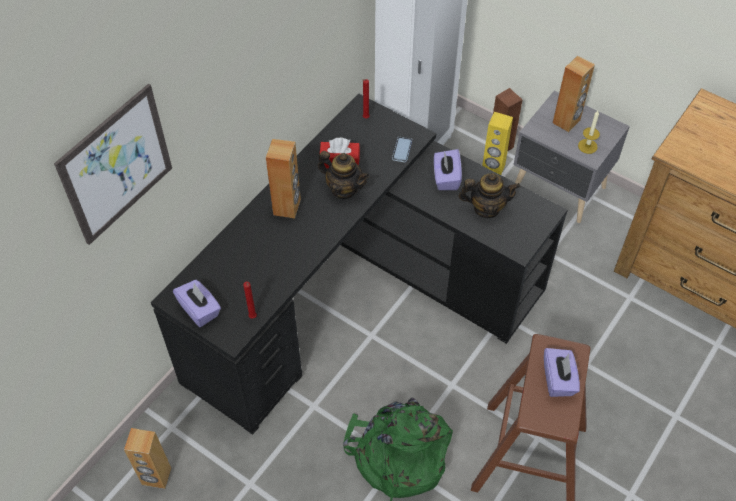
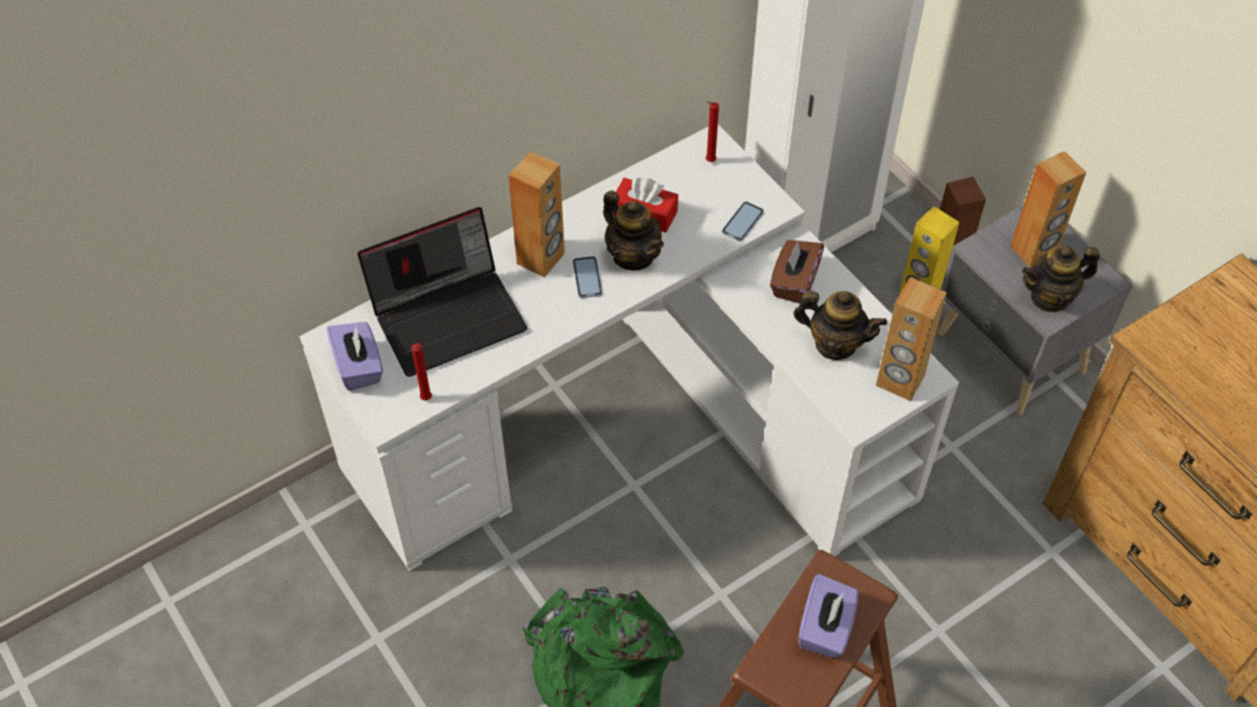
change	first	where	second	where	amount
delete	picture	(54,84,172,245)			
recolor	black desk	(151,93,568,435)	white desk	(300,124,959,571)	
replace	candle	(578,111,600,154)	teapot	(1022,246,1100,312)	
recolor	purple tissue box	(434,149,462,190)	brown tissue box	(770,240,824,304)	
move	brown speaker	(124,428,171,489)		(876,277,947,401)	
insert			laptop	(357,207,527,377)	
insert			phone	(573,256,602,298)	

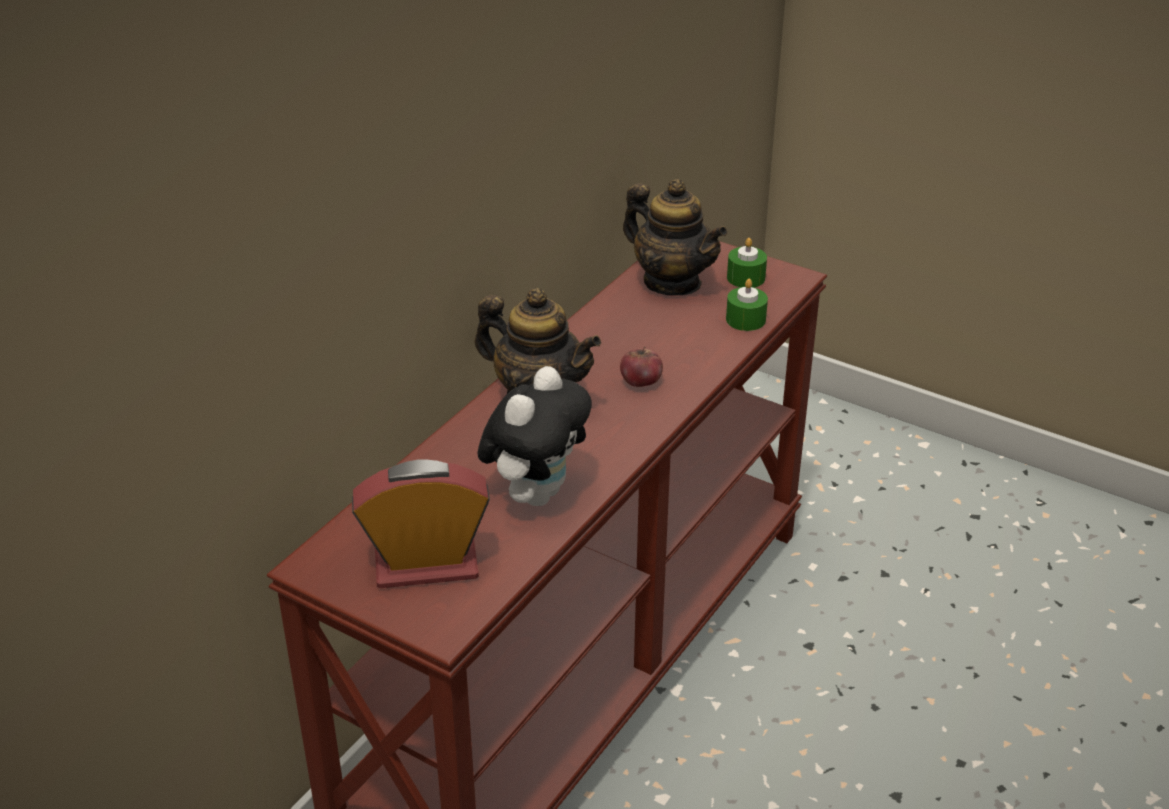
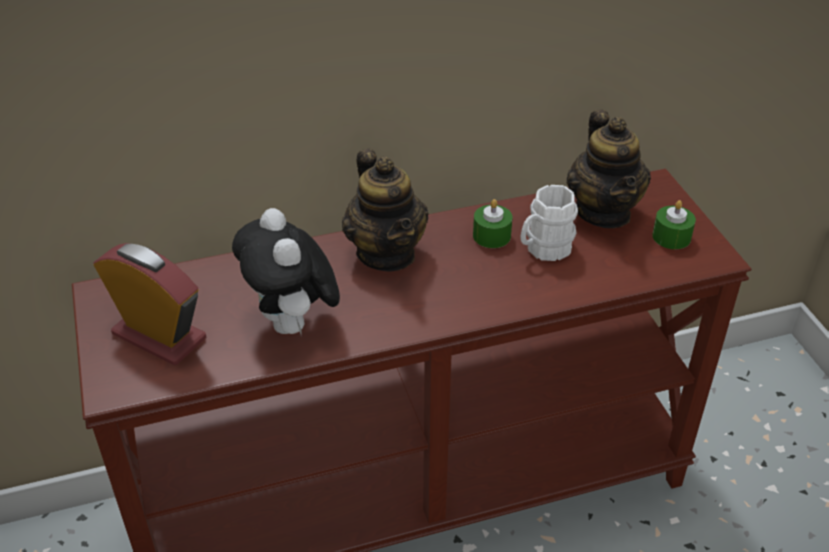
change	first	where	second	where	amount
move	green candle	(726,279,768,331)		(473,199,512,248)	
delete	apple	(620,347,663,387)			
rotate	plush toy	(477,366,592,506)		(232,208,340,334)	90 degrees clockwise
insert			white mug	(520,185,578,261)	

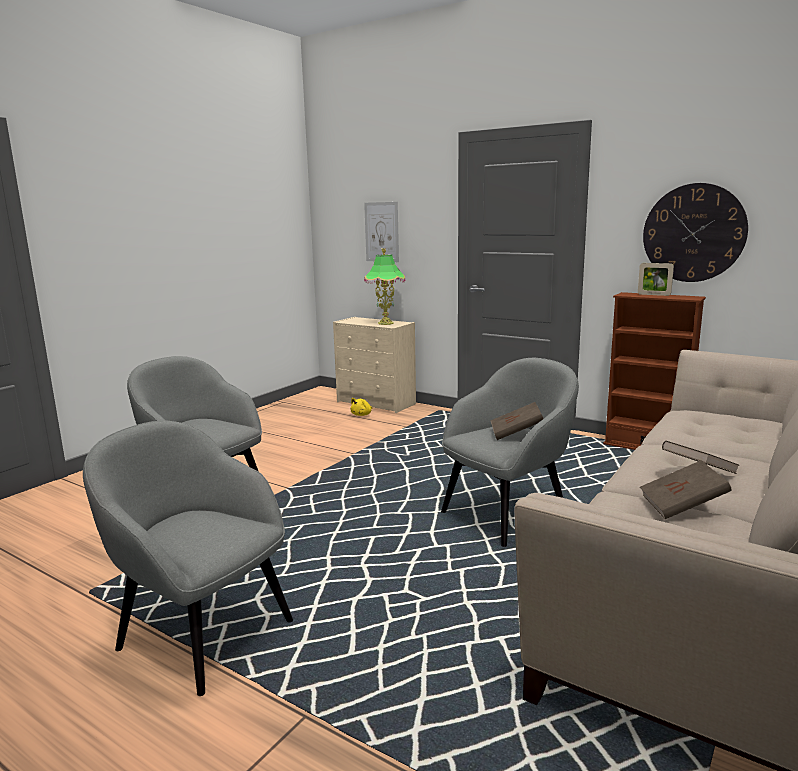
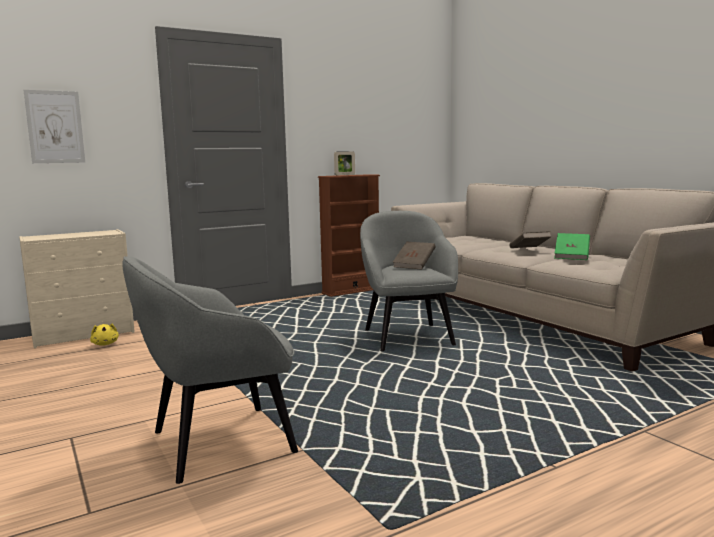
change	first	where	second	where	amount
delete	wall clock	(643,183,748,282)			
delete	table lamp	(364,248,405,325)			
delete	grey armchair	(83,421,293,696)			
recolor	brown book	(640,460,732,519)	green book	(554,233,590,260)	

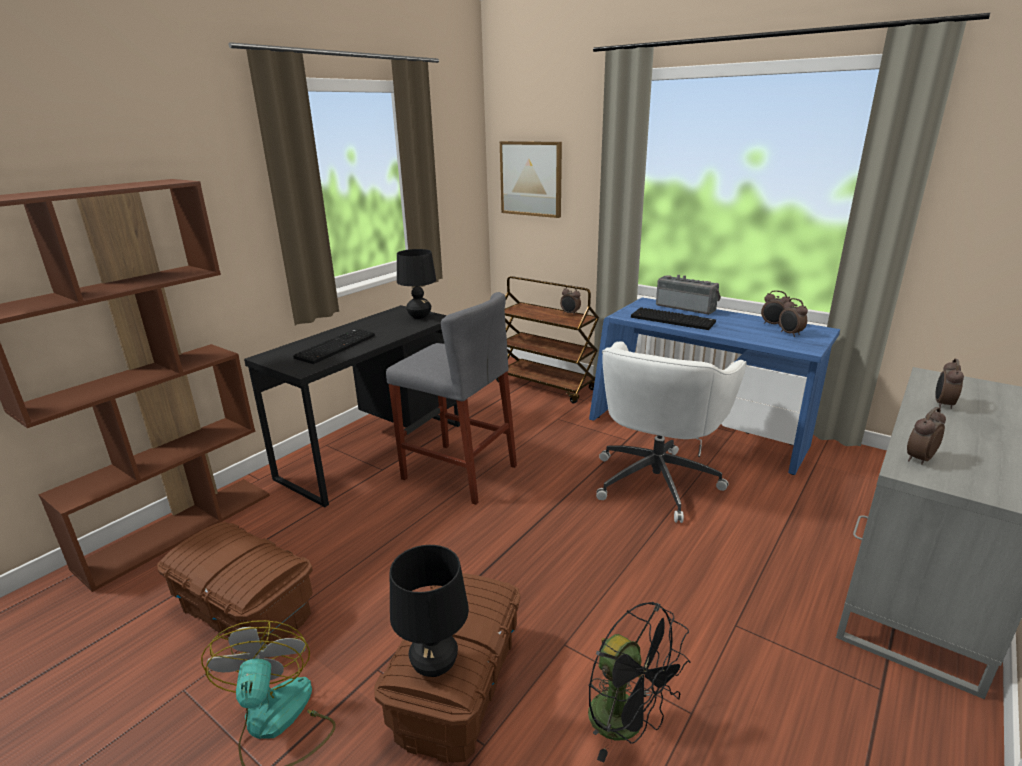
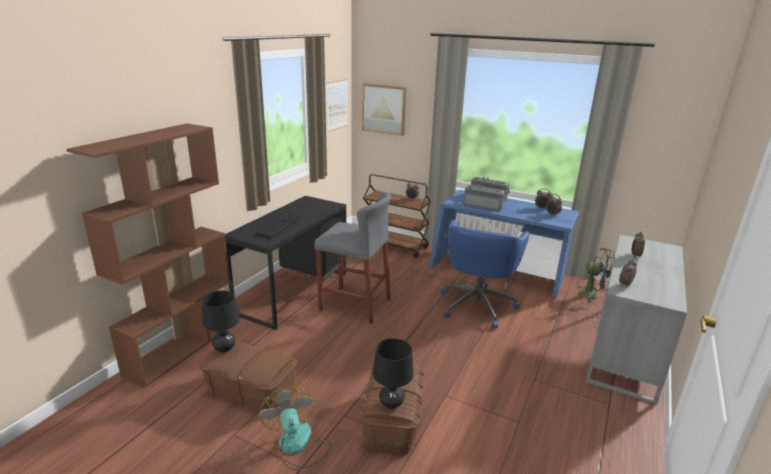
change	first	where	second	where	amount
move	black table lamp	(397,249,436,319)		(202,291,240,353)	
replace	keyboard	(631,307,716,330)	radio	(464,185,505,211)	
recolor	white office chair	(596,341,747,523)	blue office chair	(441,220,530,328)	
move	black fan	(588,602,690,763)		(576,248,614,303)	
insert			picture	(327,79,348,132)	

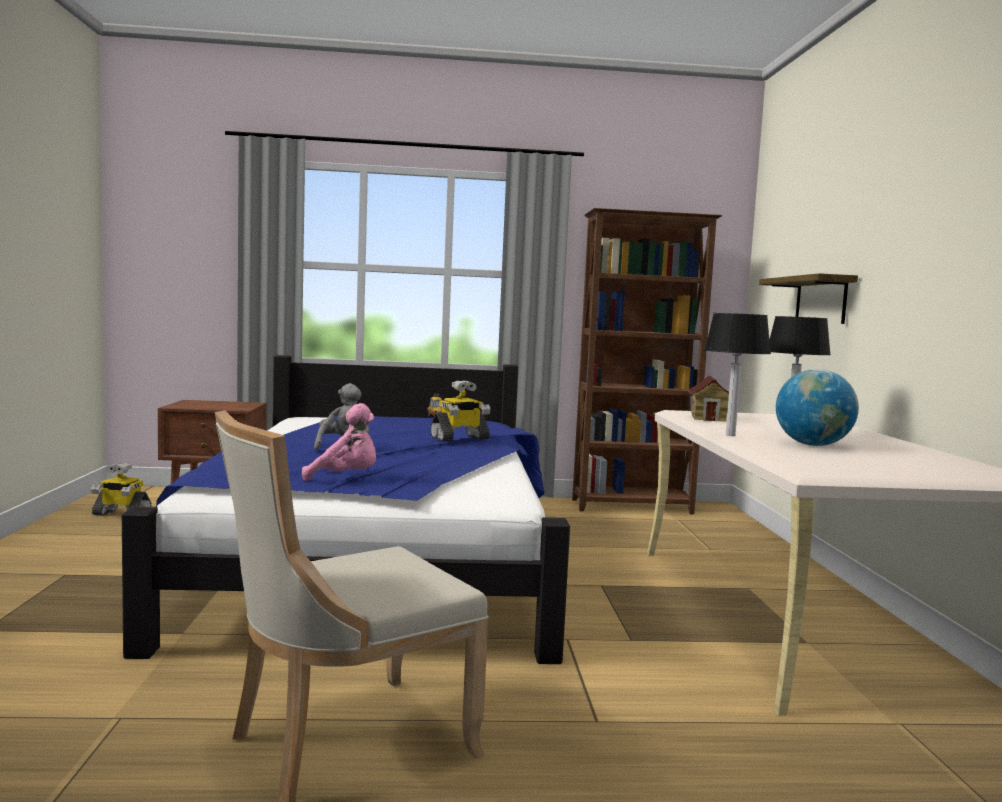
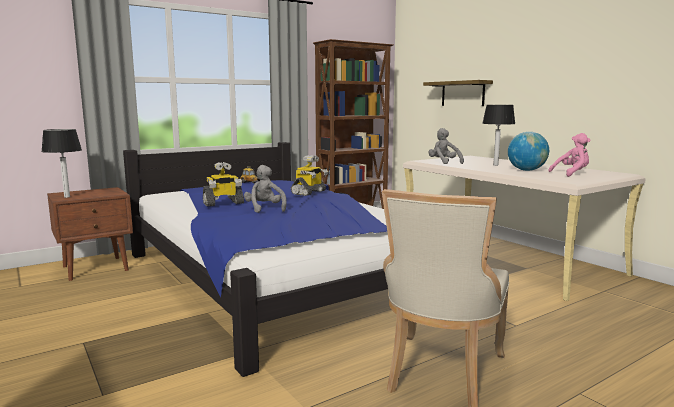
change	first	where	second	where	amount
move	table lamp	(704,313,771,436)		(41,129,82,198)	
replace	toy house	(687,375,729,422)	grey plush toy	(429,128,464,164)	
move	pink plush toy	(302,403,376,481)		(548,133,591,177)	
move	toy robot	(91,463,152,516)		(203,162,244,206)	

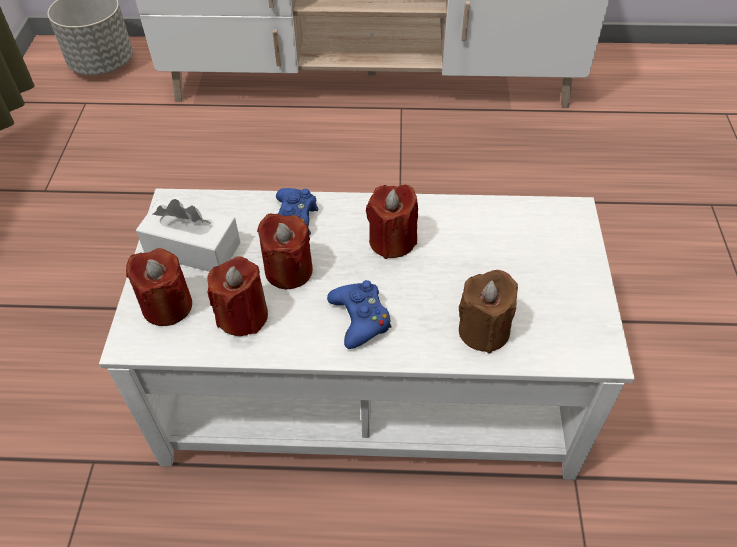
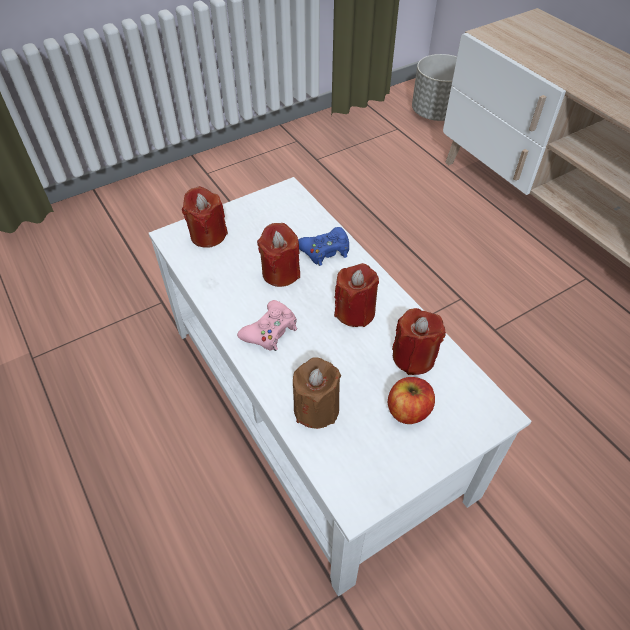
change	first	where	second	where	amount
delete	white tissue box	(136,199,241,272)			
move	red candle	(207,256,268,336)		(392,308,446,375)	
recolor	blue game controller	(327,280,392,349)	pink game controller	(237,300,297,351)	
insert			apple	(388,377,435,424)	

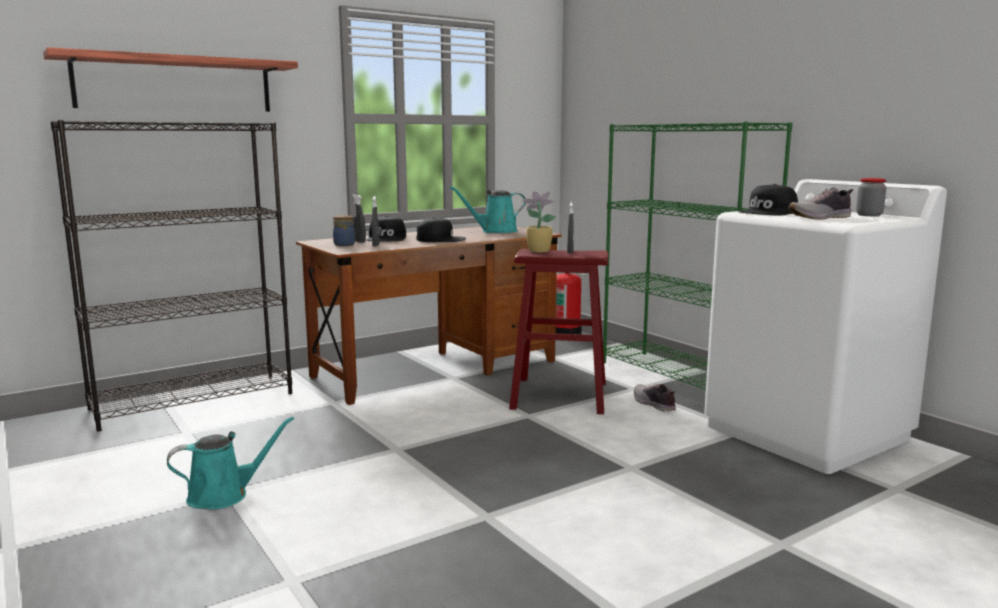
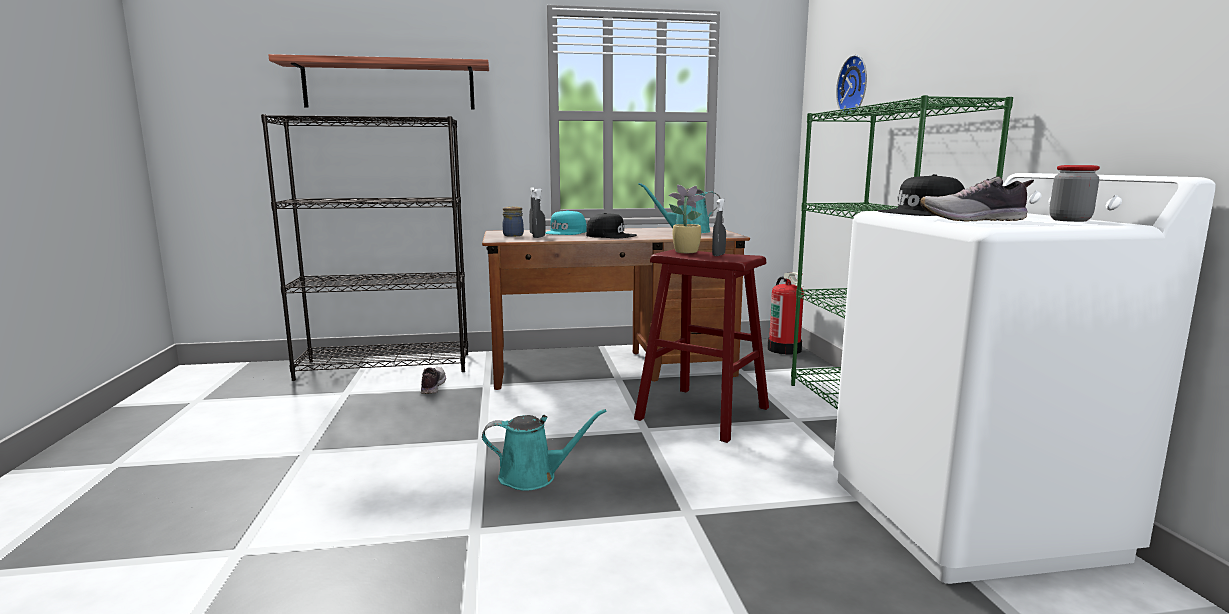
change	first	where	second	where	amount
recolor	black cap	(366,216,406,242)	turquoise cap	(545,210,587,235)	
move	shoe	(634,384,676,412)		(421,367,446,394)	
move	turquoise watering can	(167,416,294,509)		(482,409,606,491)	
insert			wall clock	(836,55,867,113)	

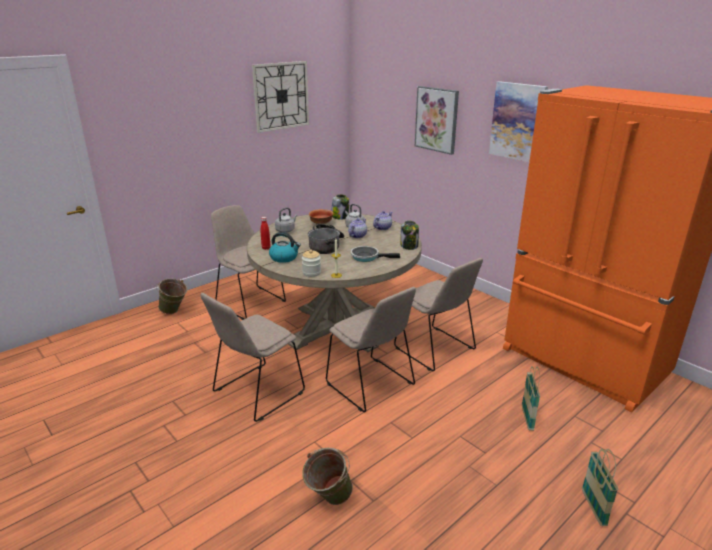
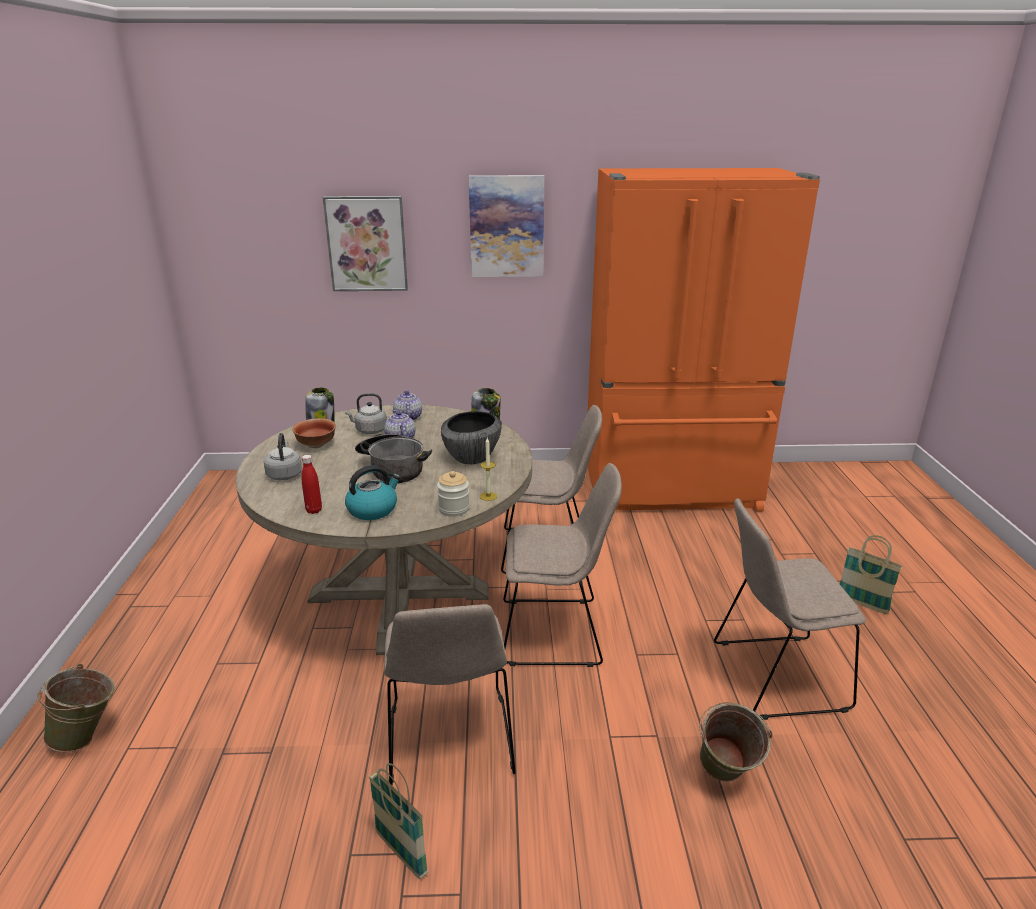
change	first	where	second	where	amount
delete	wall clock	(252,61,309,133)			
move	beige chair	(211,205,286,320)		(714,498,866,720)	
replace	frying pan	(351,246,400,262)	bowl	(441,411,502,464)	
move	basket	(522,366,540,431)		(369,763,428,879)	

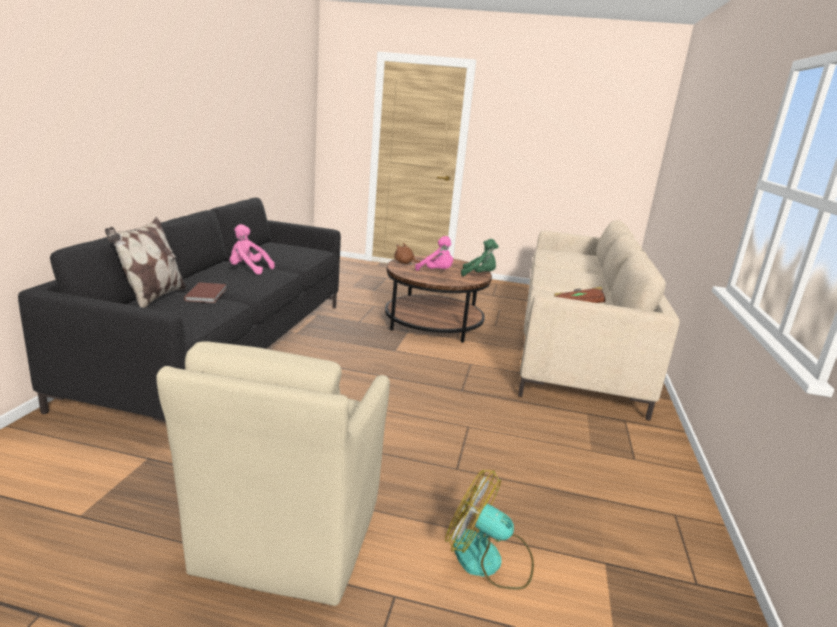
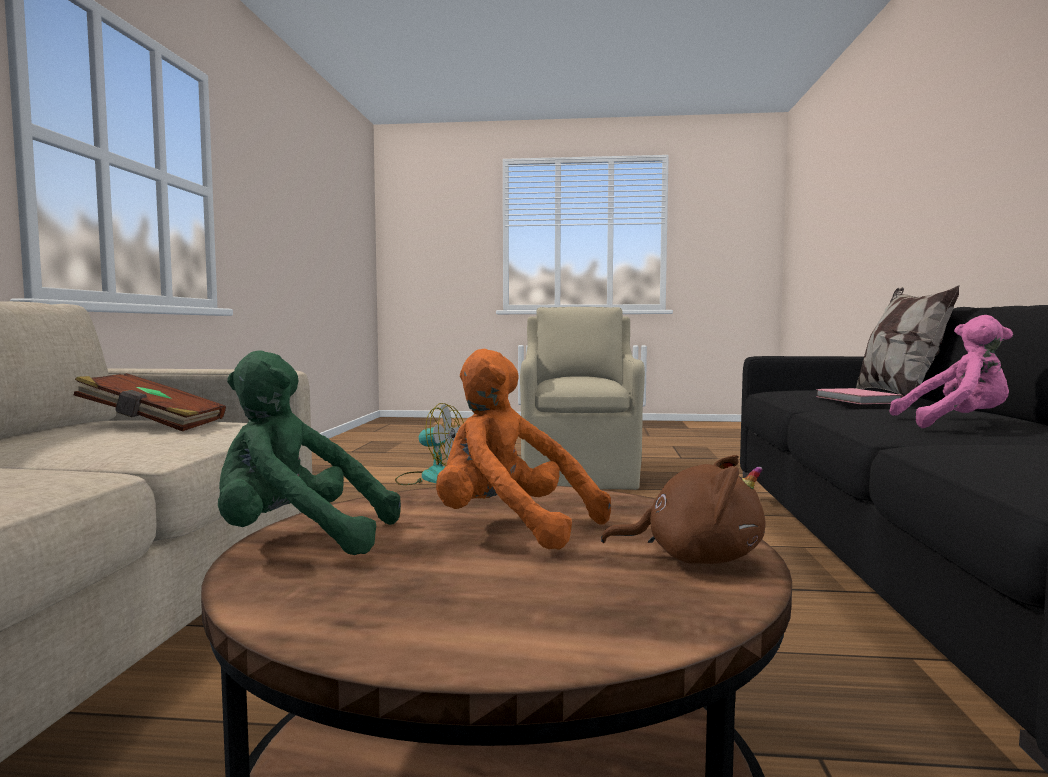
change	first	where	second	where	amount
recolor	pink plush toy	(415,236,453,271)	orange plush toy	(436,349,611,550)	
recolor	brown book	(184,282,226,303)	pink book	(816,388,903,404)	

